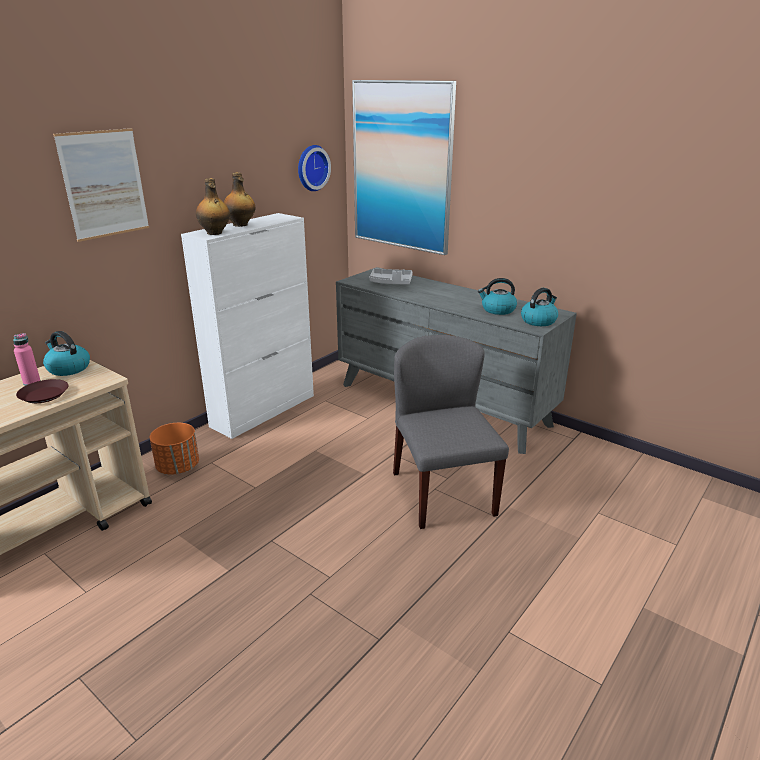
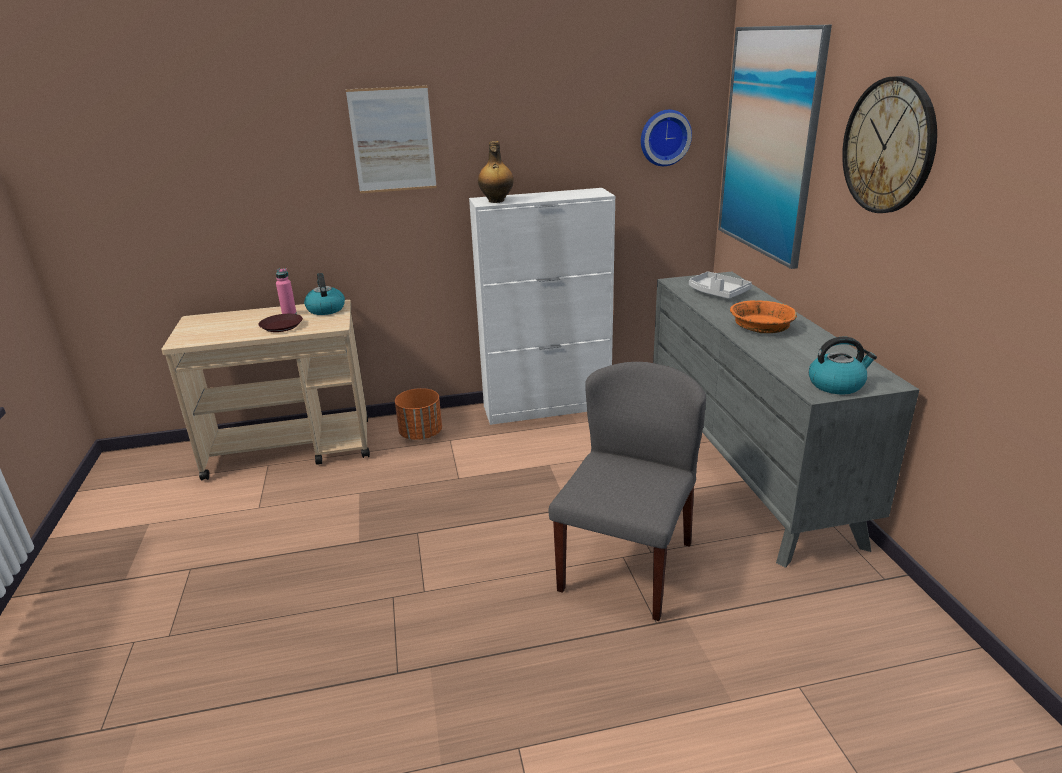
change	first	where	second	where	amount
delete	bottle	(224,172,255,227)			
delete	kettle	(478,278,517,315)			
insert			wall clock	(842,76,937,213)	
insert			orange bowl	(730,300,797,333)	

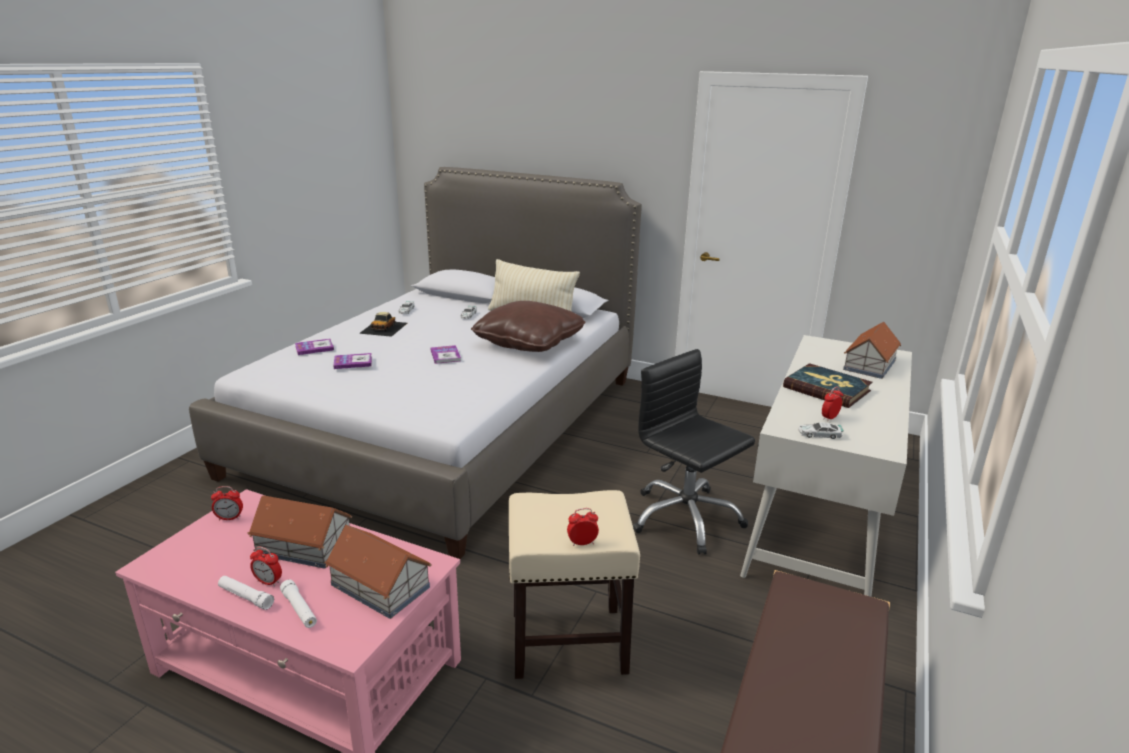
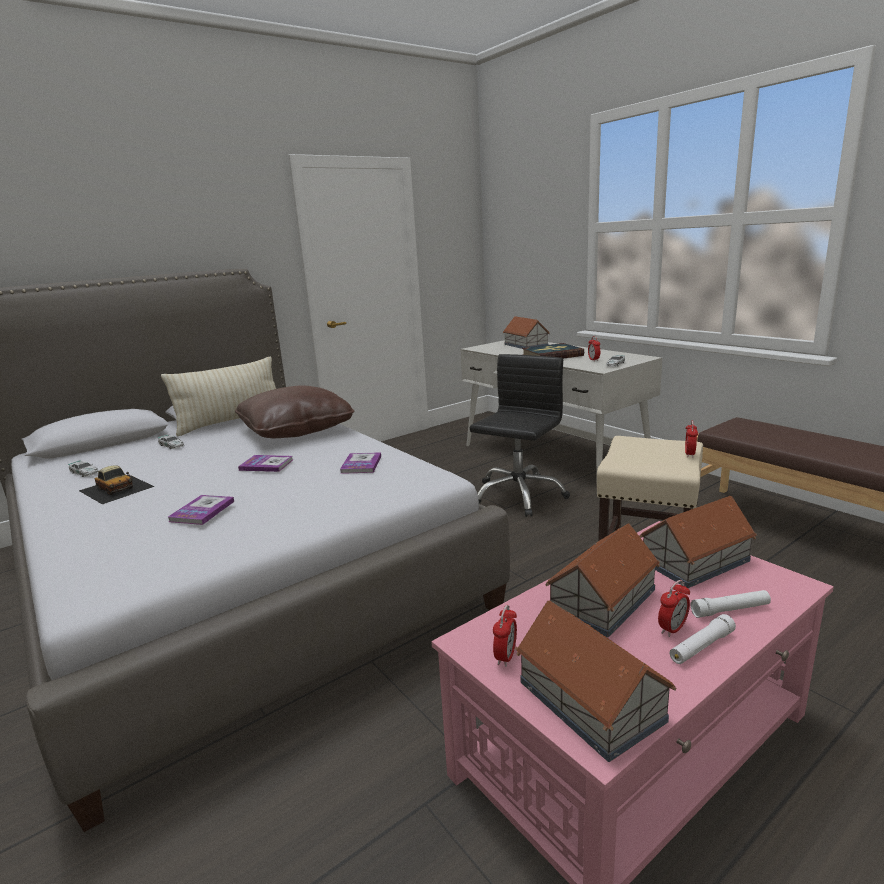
change	first	where	second	where	amount
move	book	(295,338,334,355)		(340,452,381,474)	
rotate	black office chair	(633,349,755,555)		(470,354,570,517)	135 degrees clockwise
insert			toy house	(515,601,677,762)	

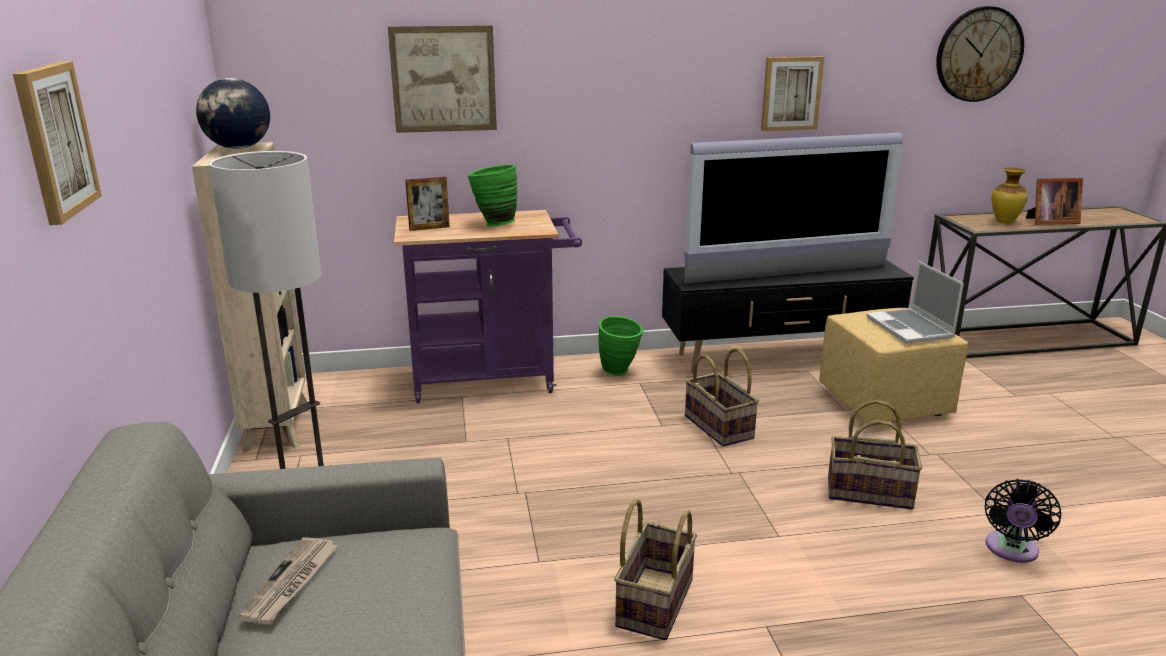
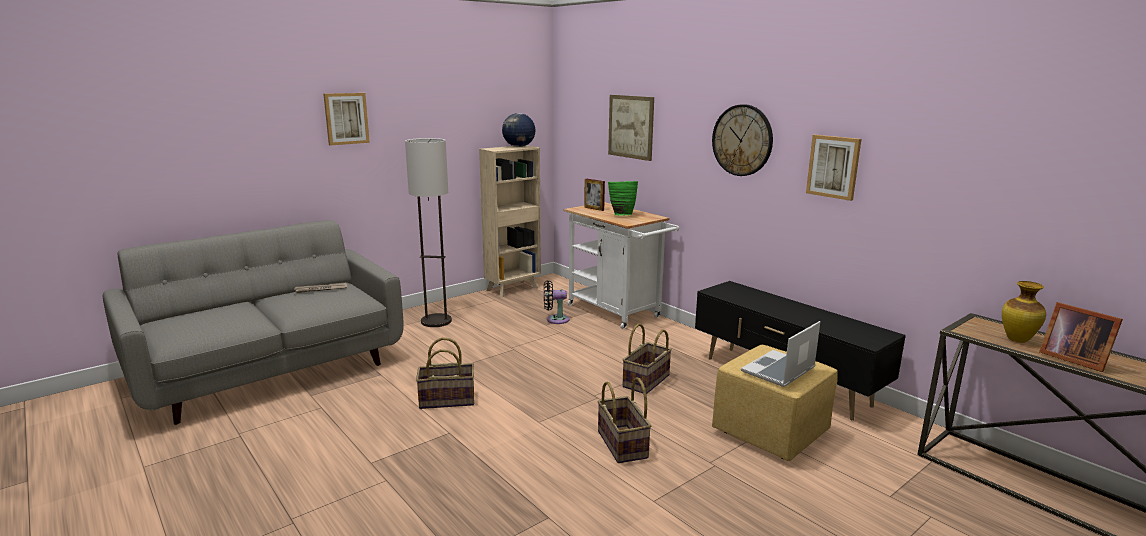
change	first	where	second	where	amount
move	wall clock	(936,6,1024,102)		(712,104,773,176)	
delete	television	(684,133,903,284)			
recolor	purple cart	(394,210,582,403)	white cart	(564,202,679,329)	
delete	green vase	(599,316,644,376)			
move	black fan	(985,479,1061,563)		(544,280,569,324)	

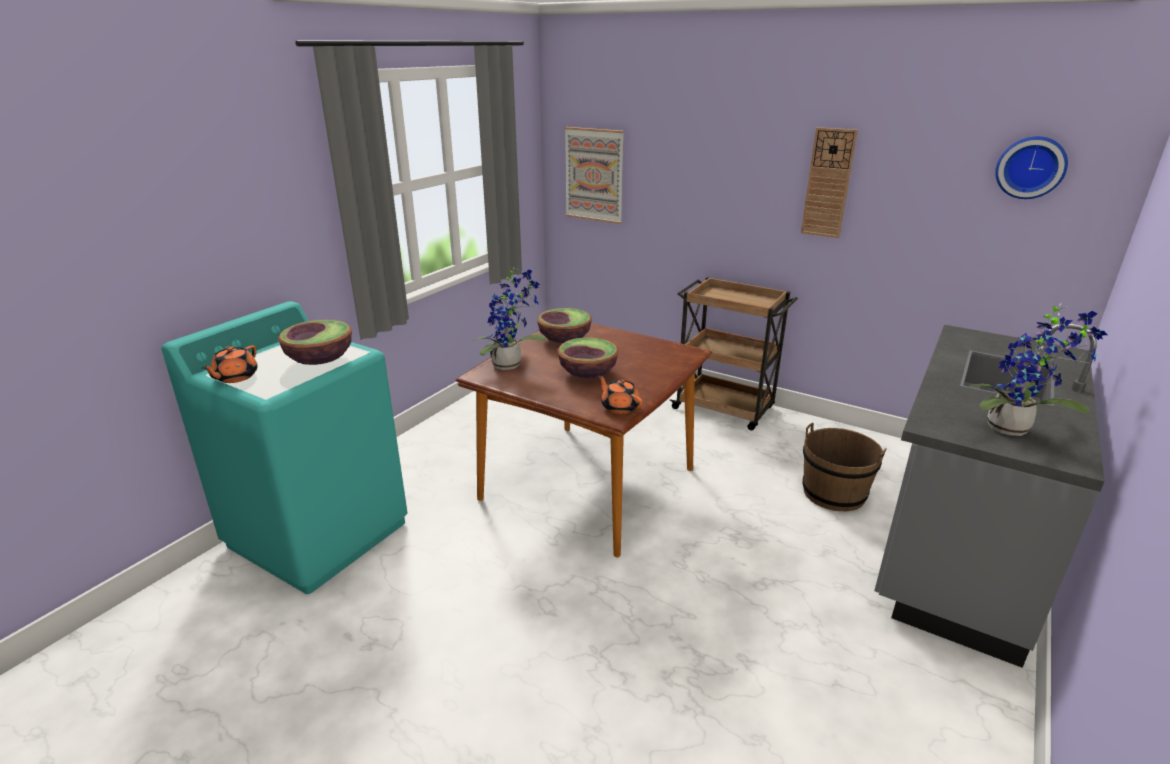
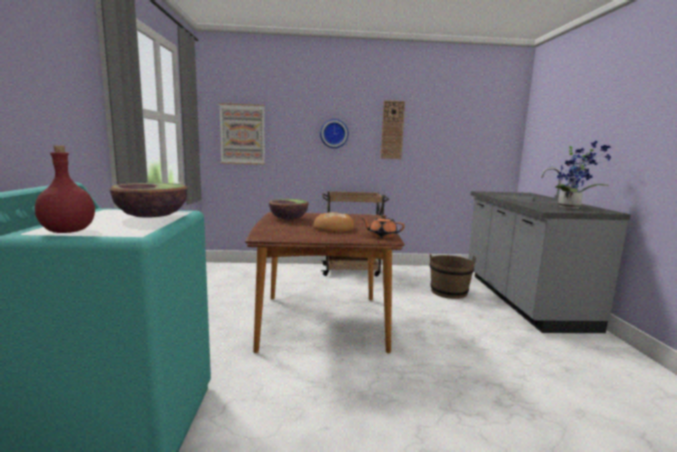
change	first	where	second	where	amount
move	wall clock	(995,136,1068,199)		(320,119,349,148)	
delete	potted plant	(472,268,546,370)			
replace	bowl	(557,338,619,378)	bread	(313,212,355,232)	
replace	orange teapot	(202,346,258,383)	red bottle	(35,145,95,233)	

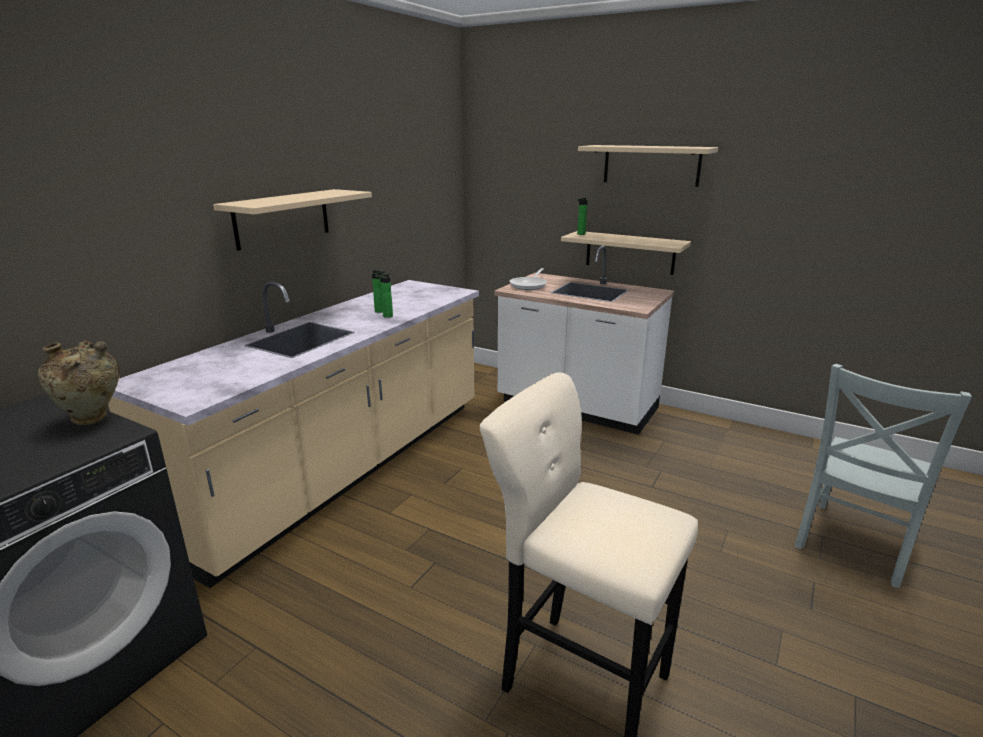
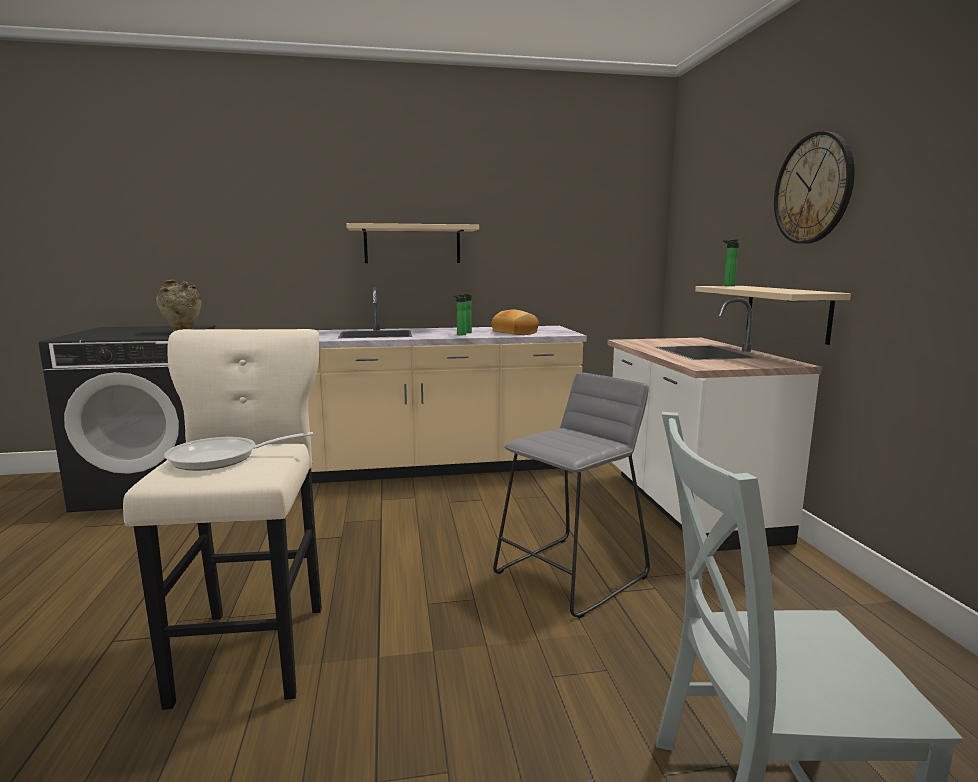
change	first	where	second	where	amount
replace	beige shelf	(578,145,718,187)	wall clock	(774,131,855,244)	
move	frying pan	(509,268,547,290)		(164,432,313,471)	
insert			bread	(492,310,539,335)	
insert			grey stool	(493,372,650,619)	

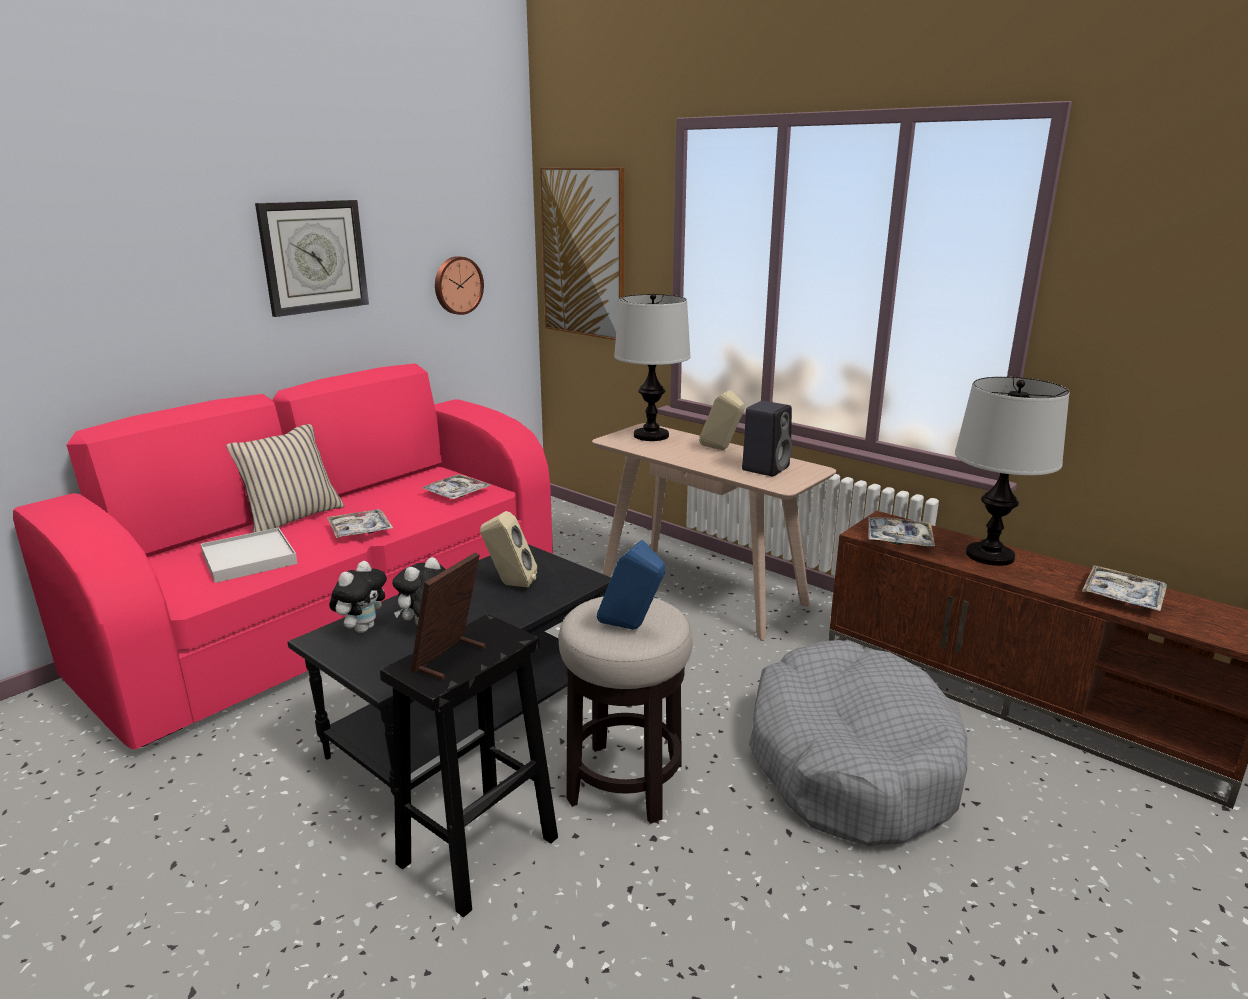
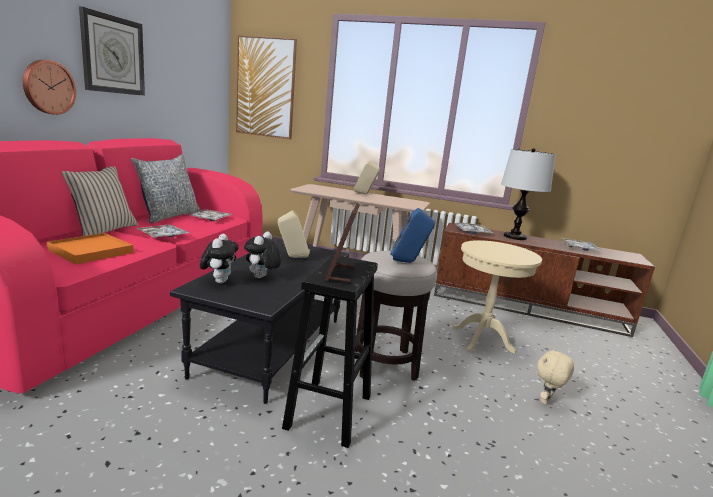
change	first	where	second	where	amount
move	wall clock	(435,256,484,315)		(23,60,76,115)	
delete	table lamp	(614,294,691,441)			
delete	black speaker	(742,401,792,477)			
recolor	white tray	(201,527,298,583)	orange tray	(47,233,134,265)	
replace	grey dog bed	(749,640,967,846)	beige side table	(452,240,542,354)	
insert			pillow	(131,154,200,223)	
insert			beige plush toy	(537,348,574,405)	

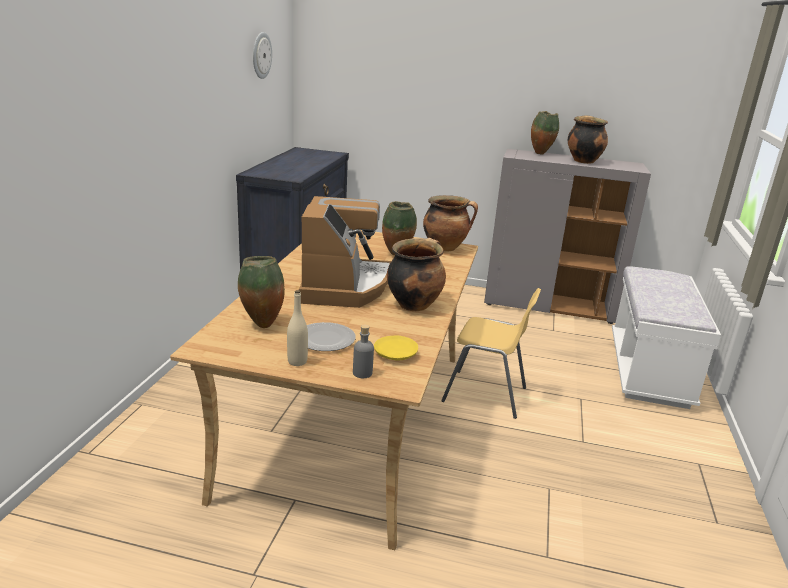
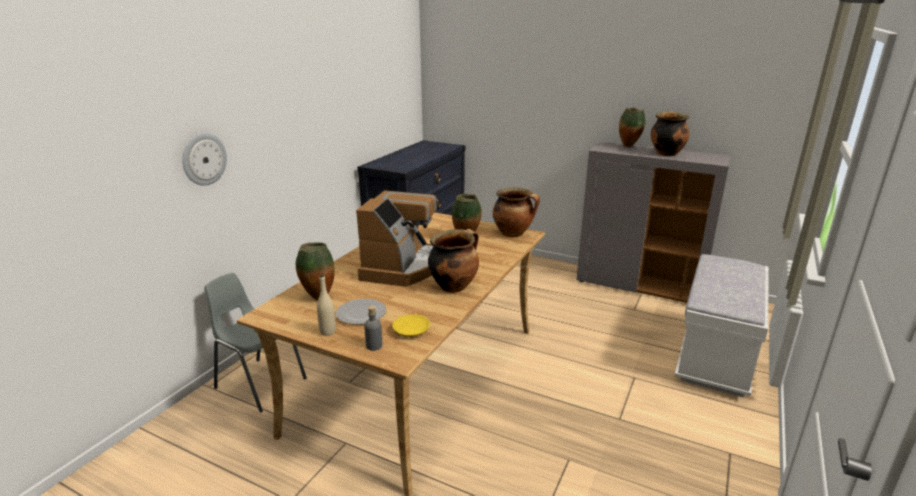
change	first	where	second	where	amount
move	wall clock	(253,32,272,79)		(182,133,227,186)	
delete	yellow chair	(441,288,541,419)			
insert			grey chair	(204,273,307,412)	

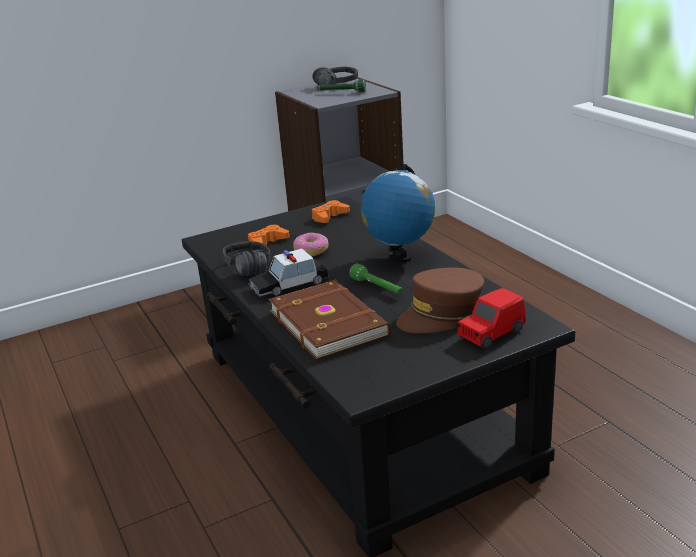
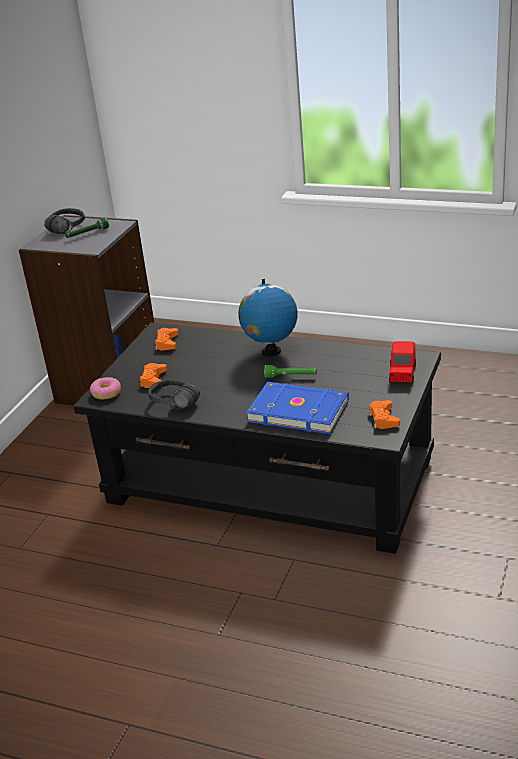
change	first	where	second	where	amount
move	donut	(293,233,328,256)		(90,377,121,400)	
delete	toy car	(249,249,328,296)			
delete	brown cap	(396,268,484,333)			
recolor	brown book	(268,280,391,360)	blue book	(246,382,349,434)	
insert			orange game controller	(369,400,400,429)	

